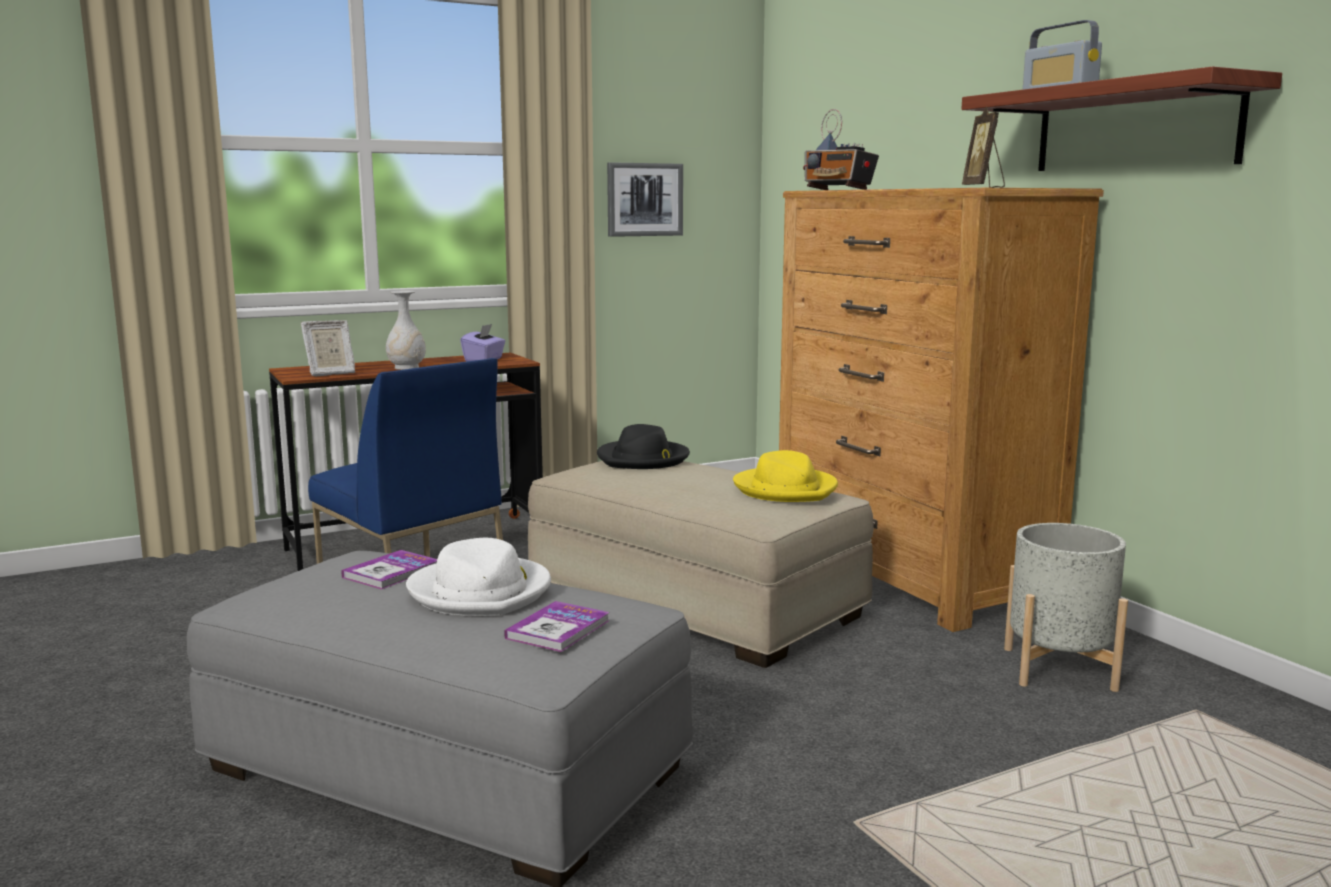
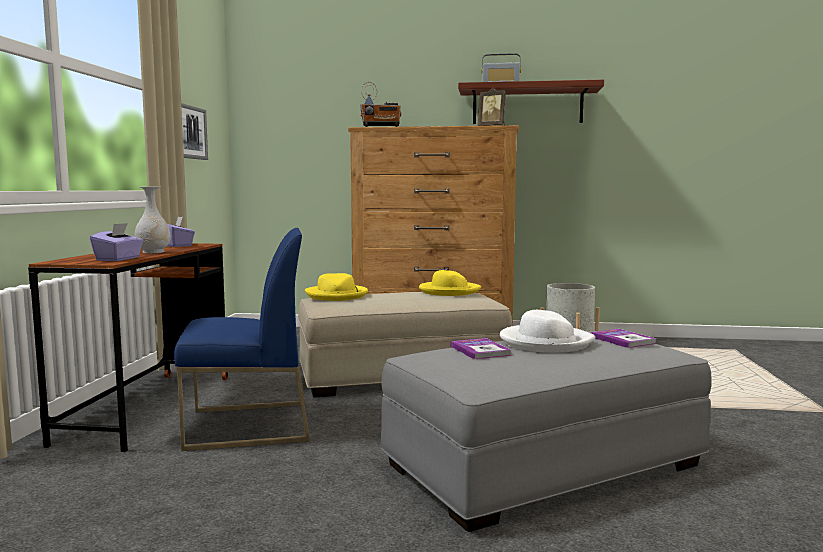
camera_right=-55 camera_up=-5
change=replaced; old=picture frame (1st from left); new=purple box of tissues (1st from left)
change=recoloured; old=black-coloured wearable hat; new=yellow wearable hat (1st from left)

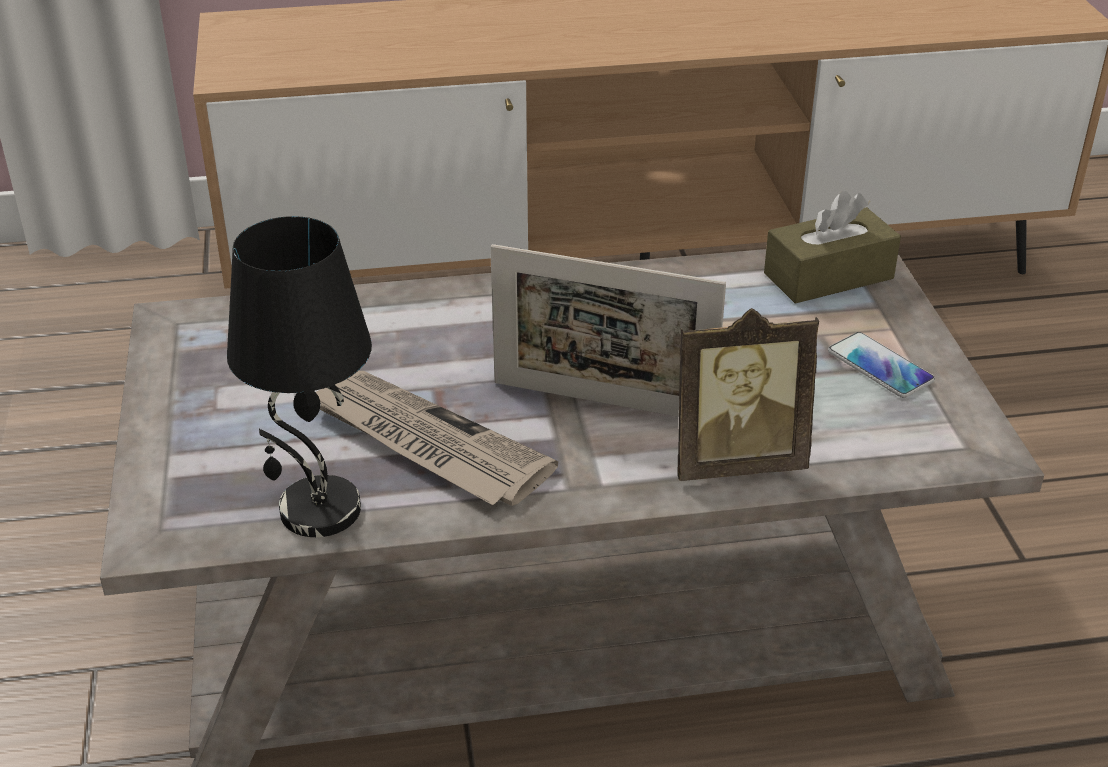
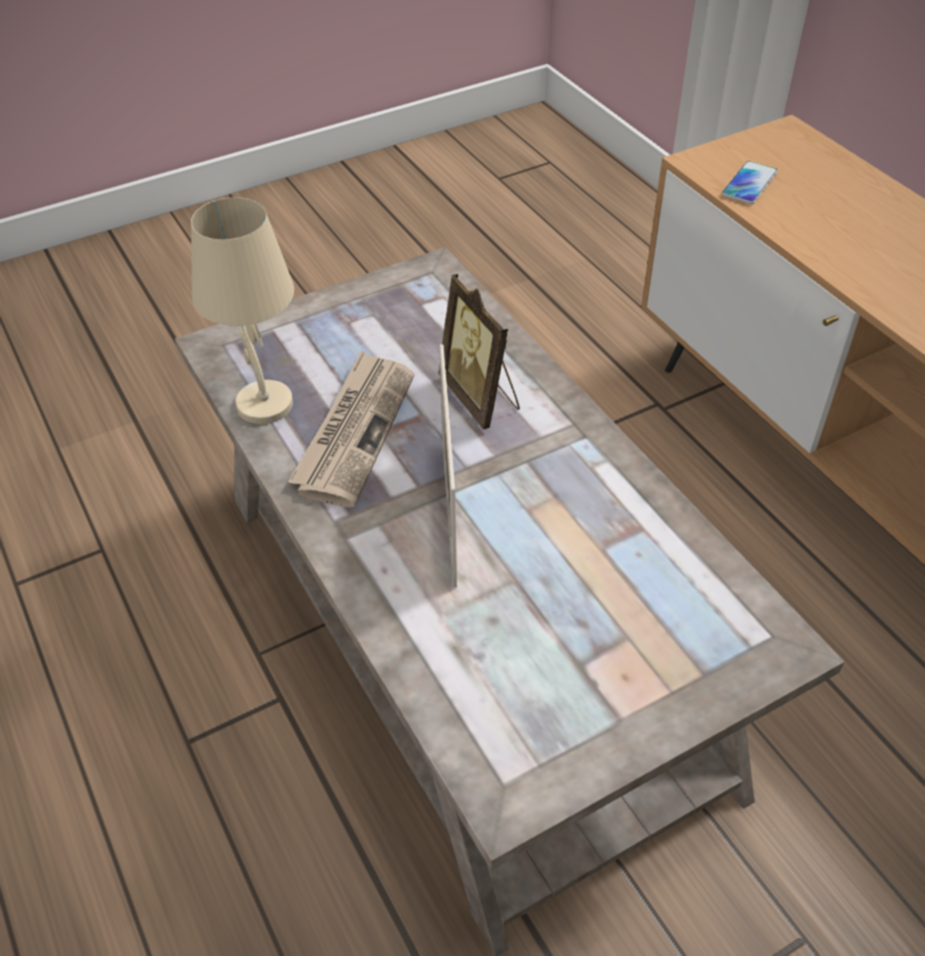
camera_right=70 camera_up=10
change=recoloured; old=black-coloured tabletop lamp; new=beige-coloured tabletop lamp
change=moved; old=picture frame (2nd from left)
change=removed; old=brown box of tissues
change=moved; old=handset

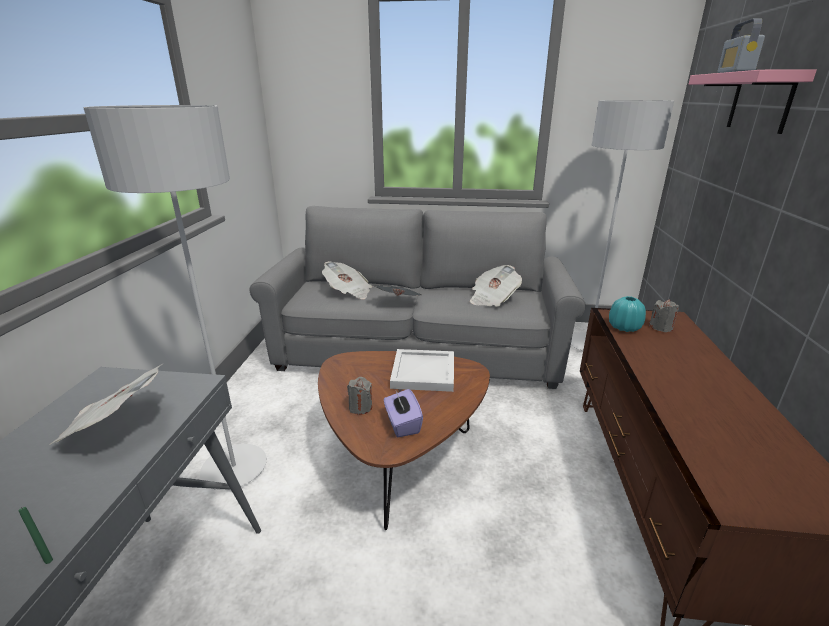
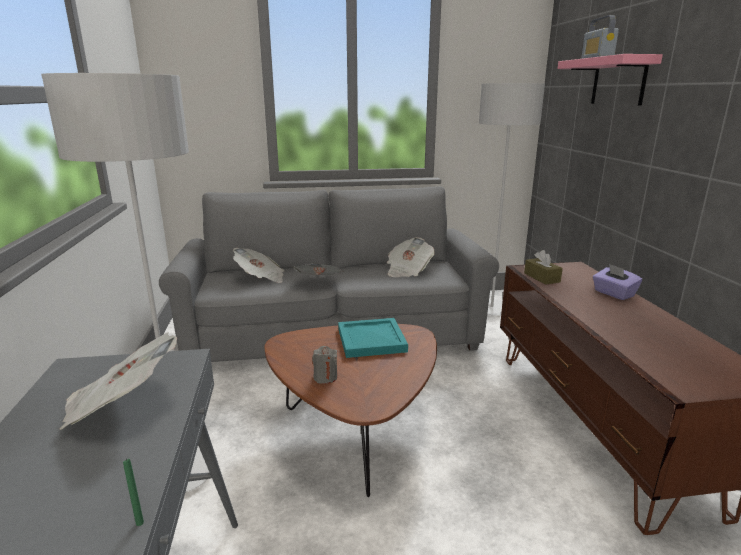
camera_right=-15 camera_up=-5
change=moved; old=purple box of tissues
change=recoloured; old=white serving tray; new=blue-green serving tray
change=replaced; old=blue-green flower vase; new=brown box of tissues
change=removed; old=grey wax candle (2nd from left)

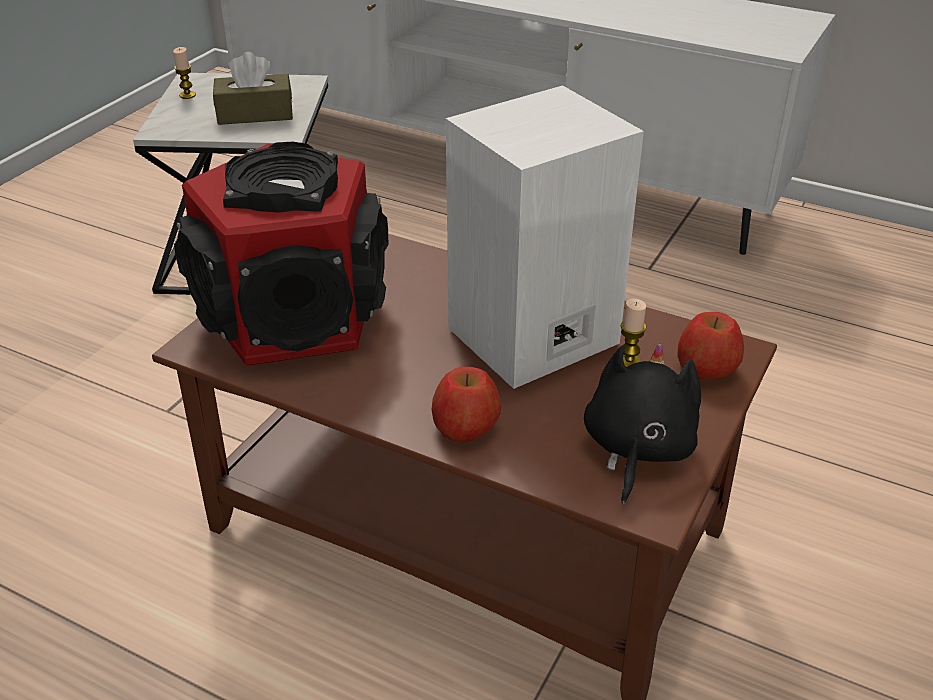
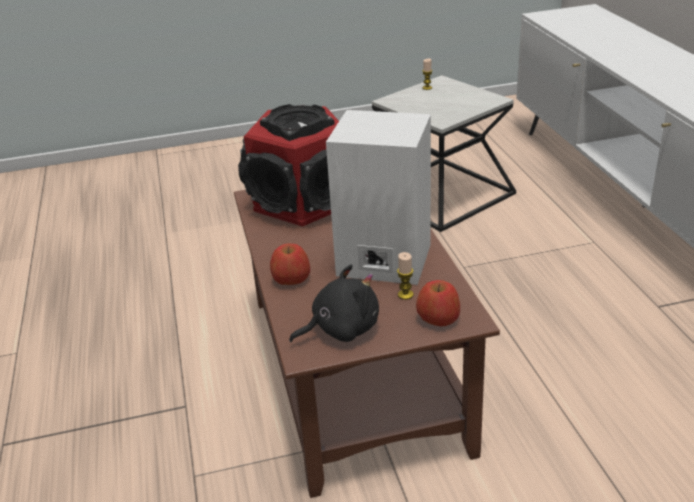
camera_right=50 camera_up=-5
change=removed; old=brown box of tissues

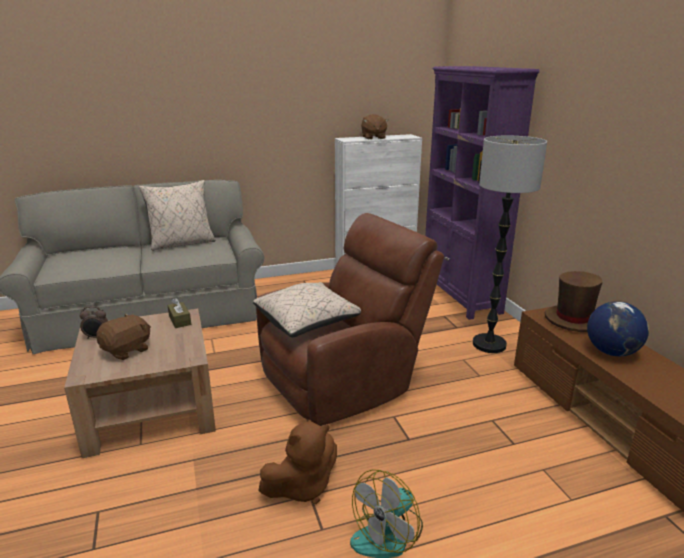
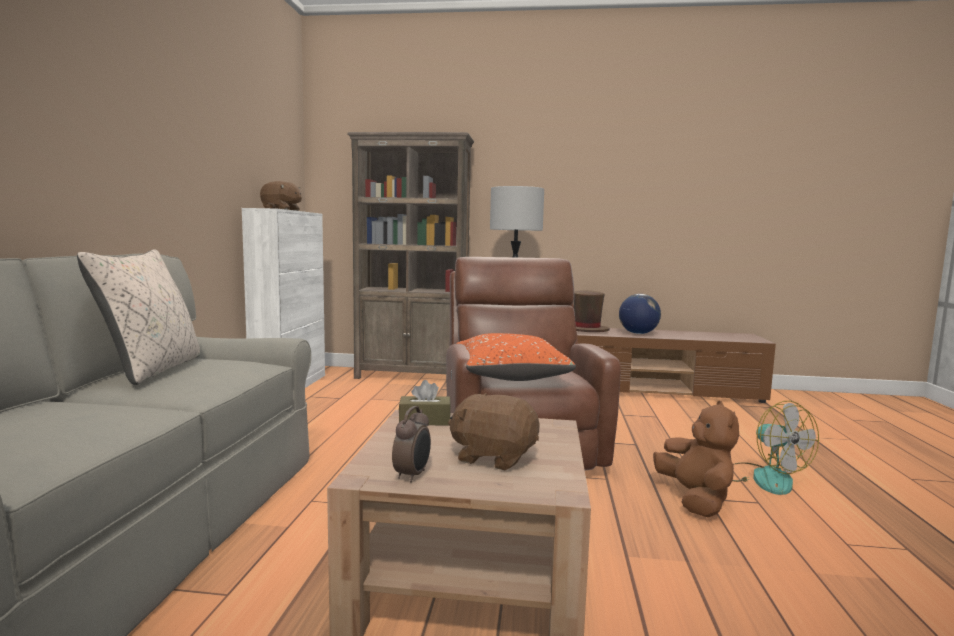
camera_right=-65 camera_up=-15
change=turned; old=brown plush toy (1st from left in the first image); degrees=-45
change=recoloured; old=beige-coloured pillow (2nd from left); new=orange-coloured pillow
change=recoloured; old=purple shelving unit; new=brown shelving unit

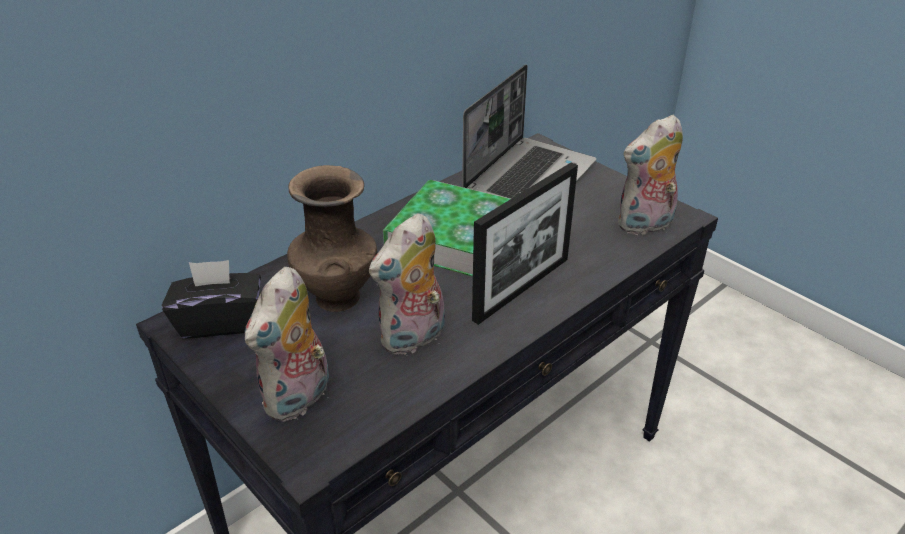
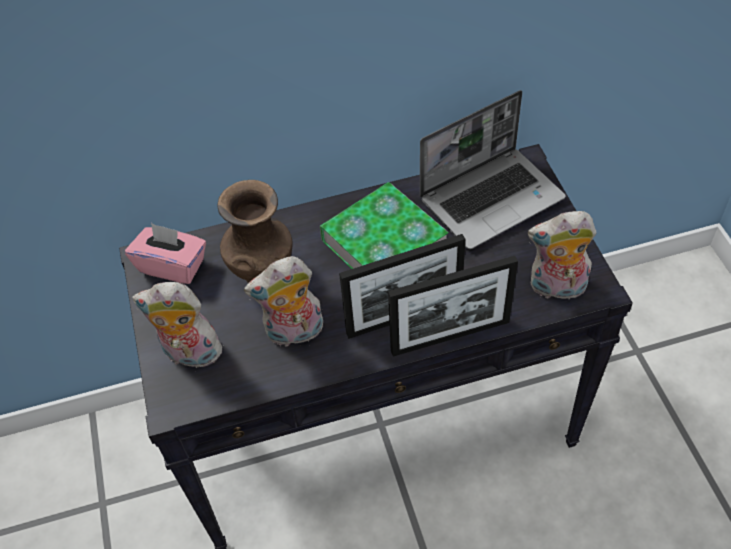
camera_right=30 camera_up=15
change=recoloured; old=black-coloured box of tissues; new=pinkish box of tissues
change=turned; old=plush toy (1st from left); degrees=45
change=added; new=picture frame (2nd from left)

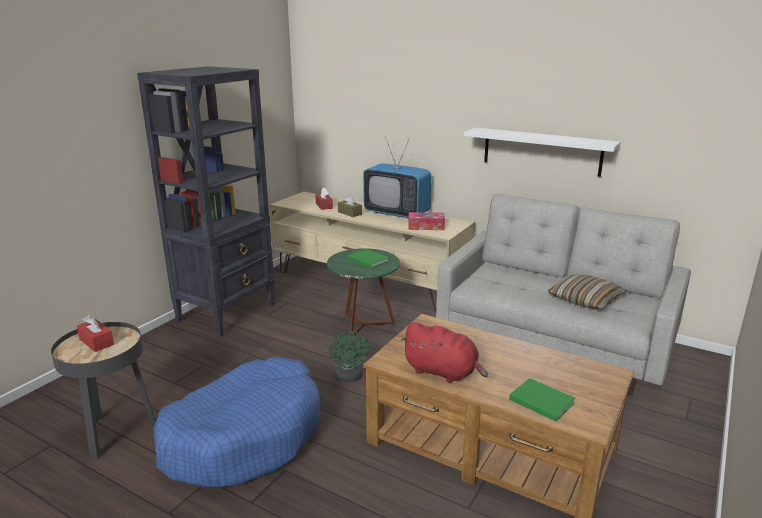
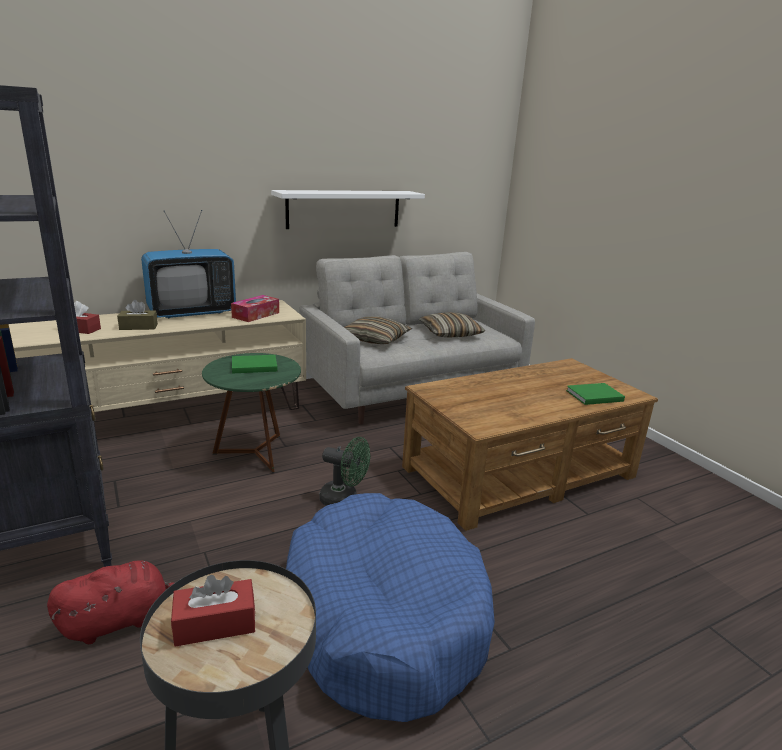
camera_right=-60 camera_up=0
change=moved; old=reddish plush toy
change=added; new=pillow (1st from left)

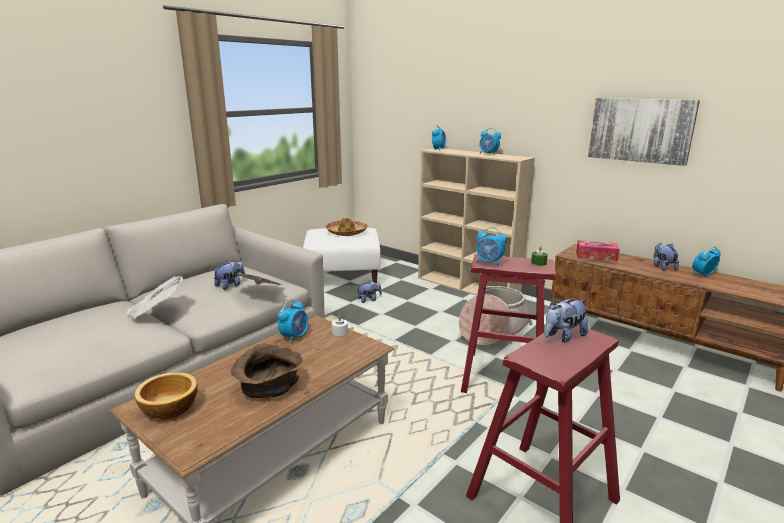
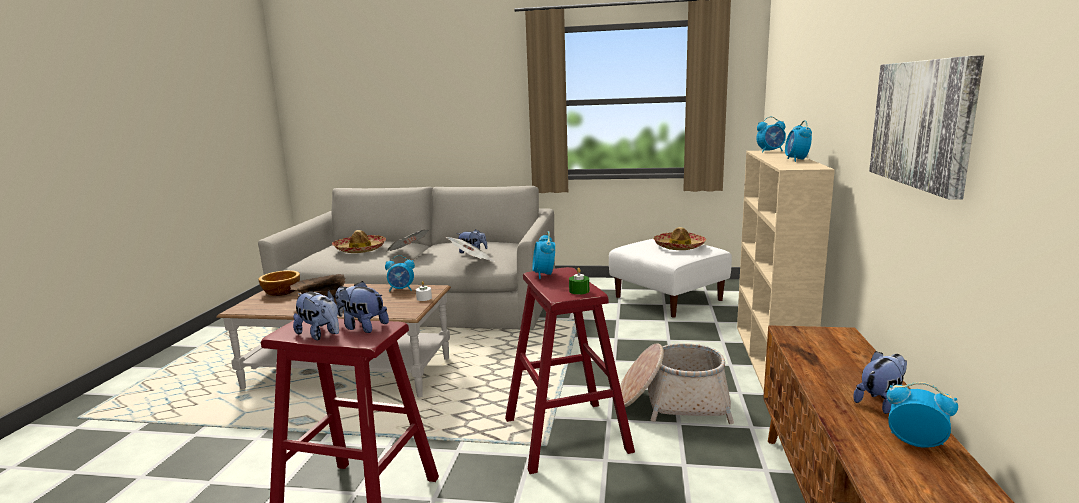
camera_right=60 camera_up=-5
change=moved; old=plush toy (2nd from left in the first image); new=plush toy (1st from left)
change=removed; old=box of tissues
change=added; new=wearable hat (1st from left)

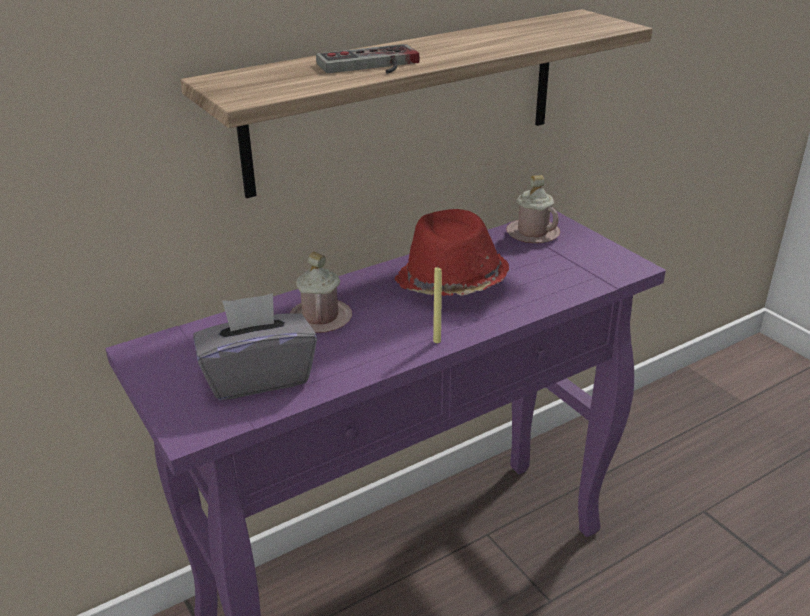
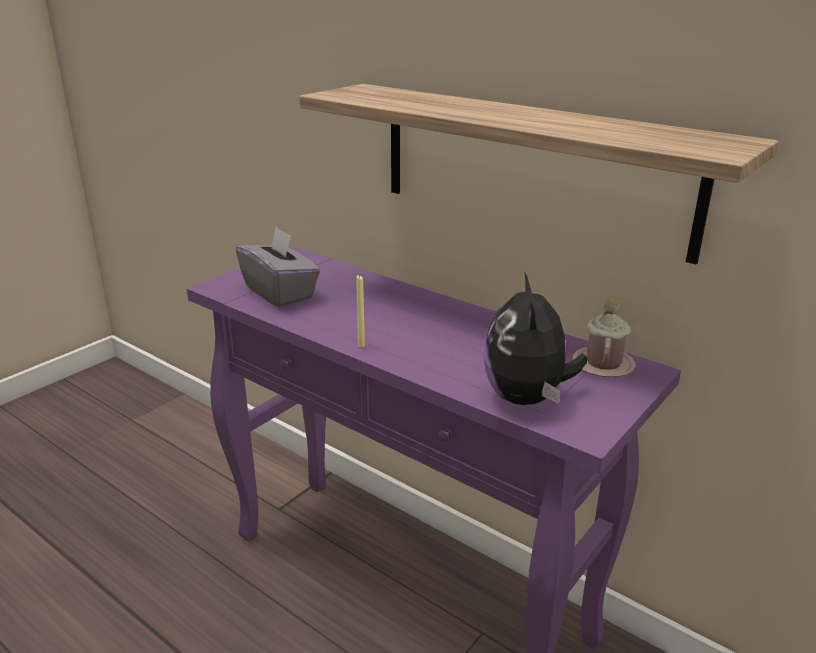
camera_right=70 camera_up=-5
change=removed; old=pinkish tea mug (1st from left)
change=removed; old=game controller
change=removed; old=reddish wearable hat
change=added; new=plush toy

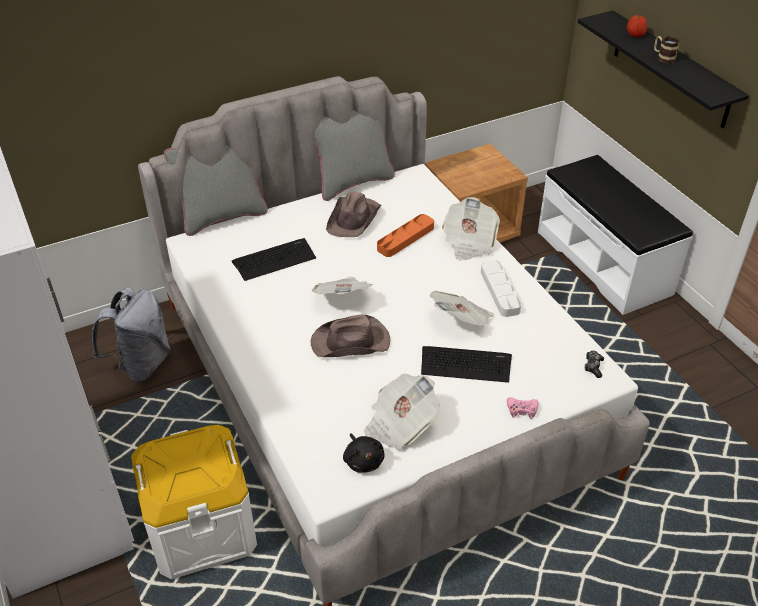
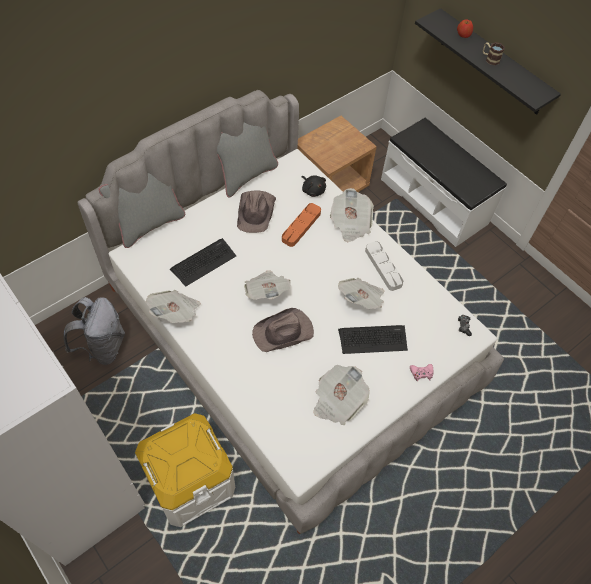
camera_right=-15 camera_up=15
change=moved; old=black-coloured plush toy
change=added; new=newspaper (1st from left)

